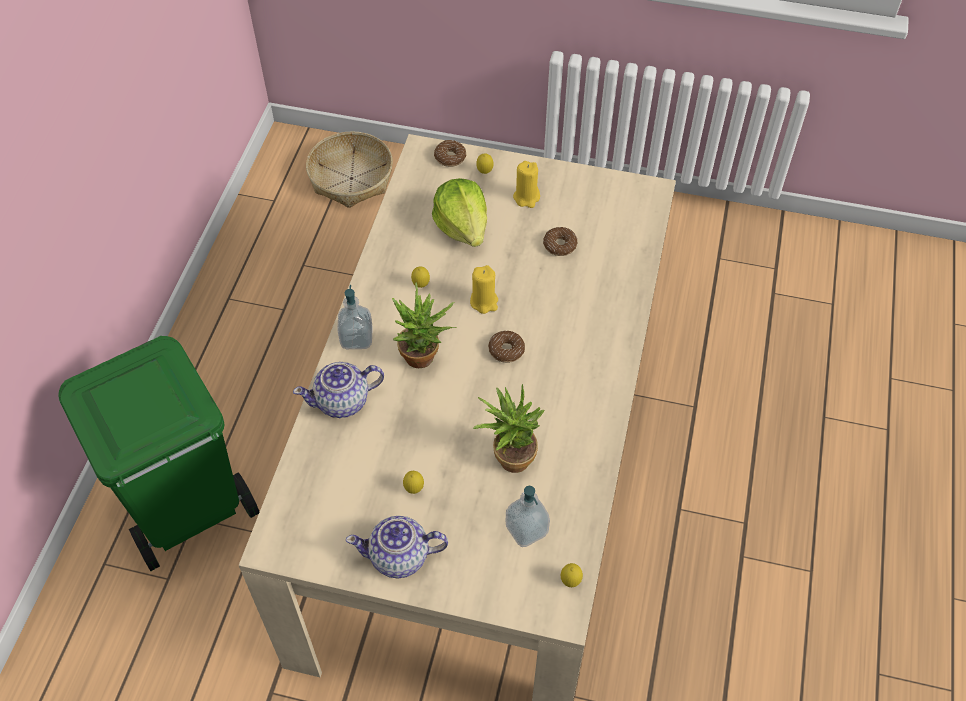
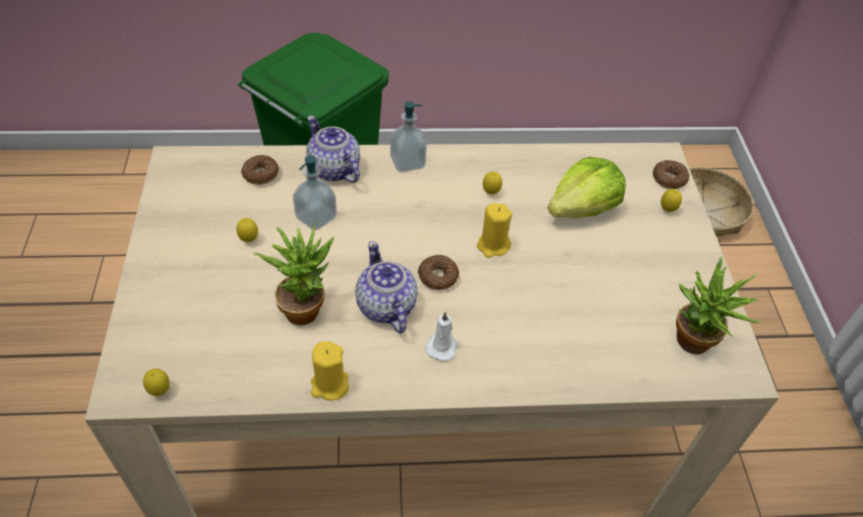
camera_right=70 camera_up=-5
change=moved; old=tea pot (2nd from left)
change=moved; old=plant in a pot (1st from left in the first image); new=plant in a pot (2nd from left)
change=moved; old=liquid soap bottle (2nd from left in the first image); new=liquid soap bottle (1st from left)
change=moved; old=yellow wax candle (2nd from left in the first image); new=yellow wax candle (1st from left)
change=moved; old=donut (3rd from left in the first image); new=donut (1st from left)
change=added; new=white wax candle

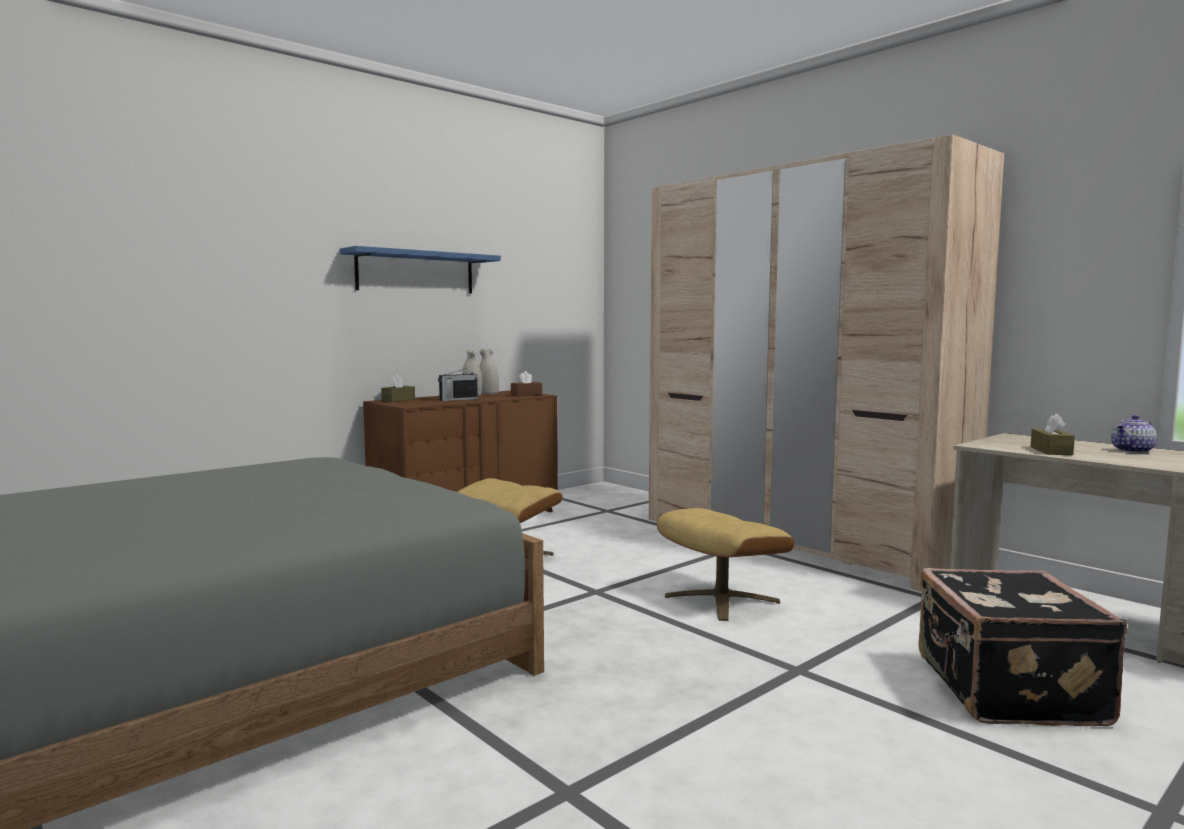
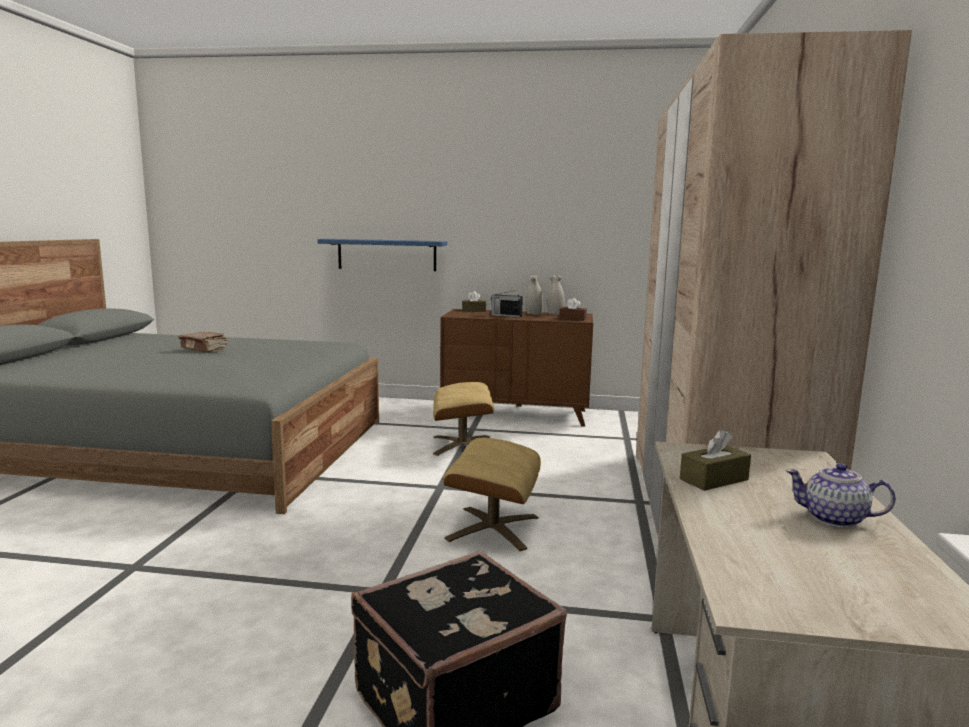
camera_right=50 camera_up=5
change=moved; old=blue wall shelf
change=added; new=brown bound book

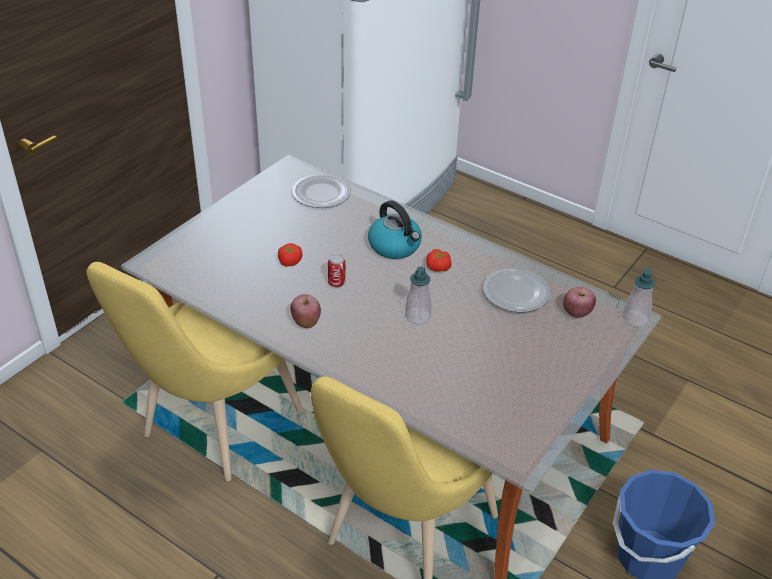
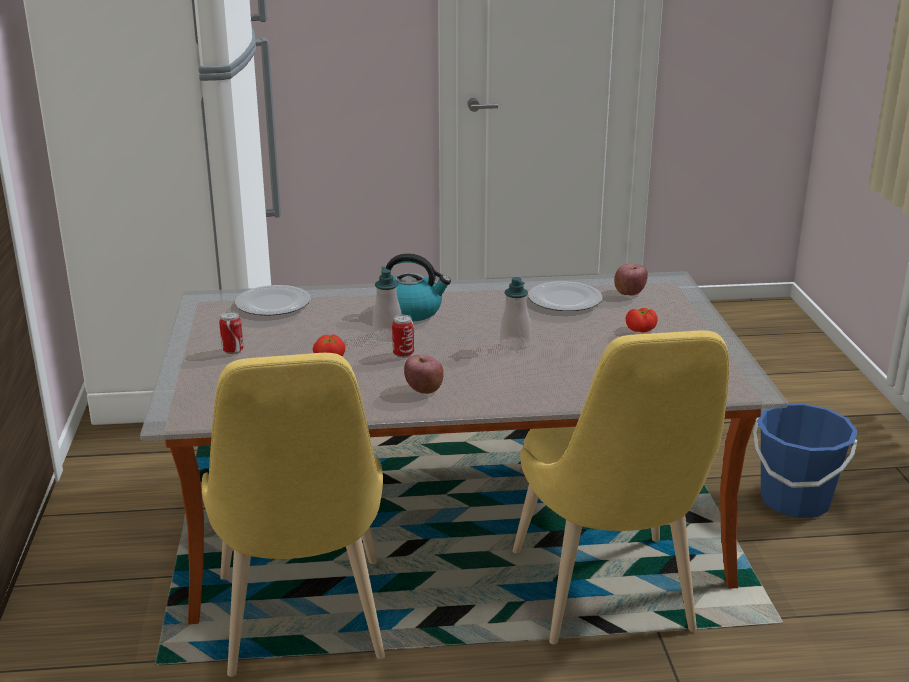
camera_right=-40 camera_up=-15
change=moved; old=fresh tomato (2nd from left)
change=moved; old=liquid soap bottle (2nd from left in the first image); new=liquid soap bottle (1st from left)
change=added; new=metal can (1st from left)

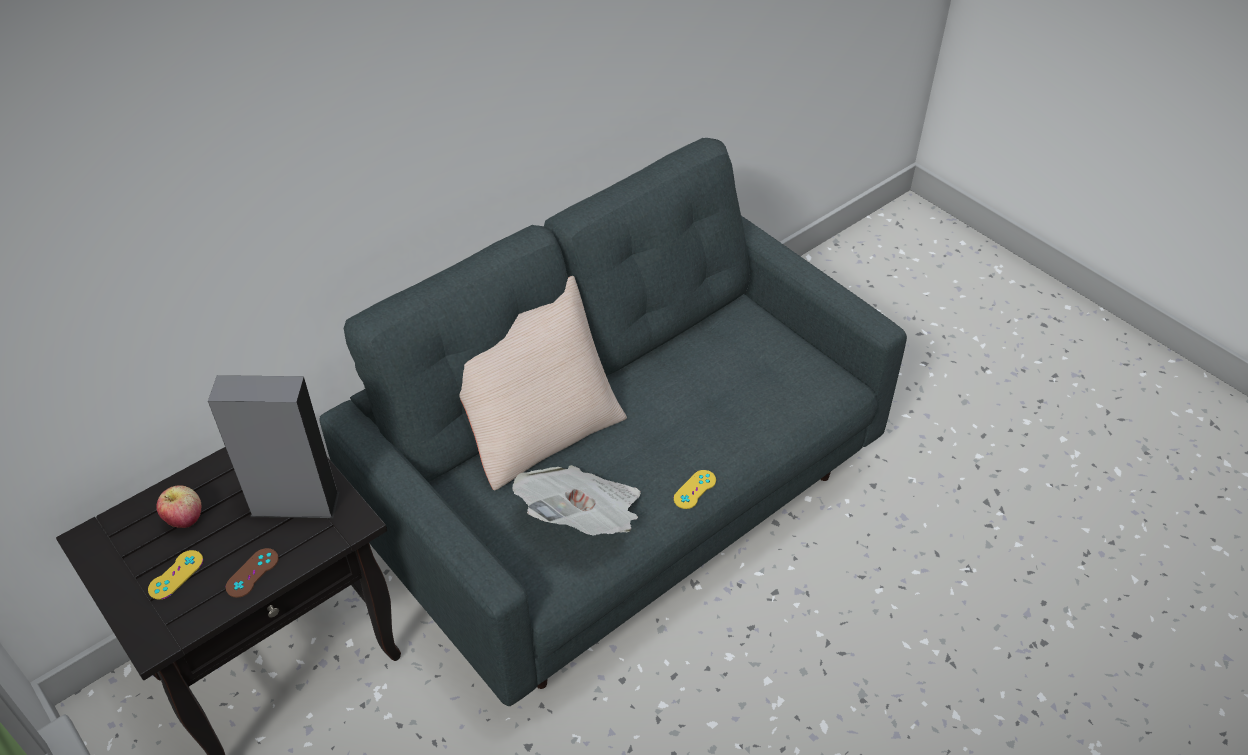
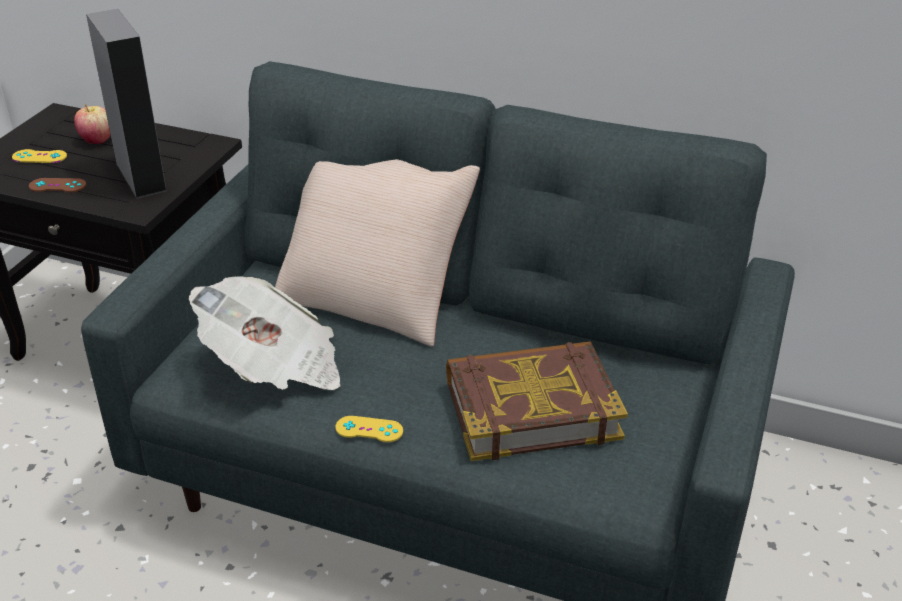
camera_right=60 camera_up=-10
change=added; new=bound book

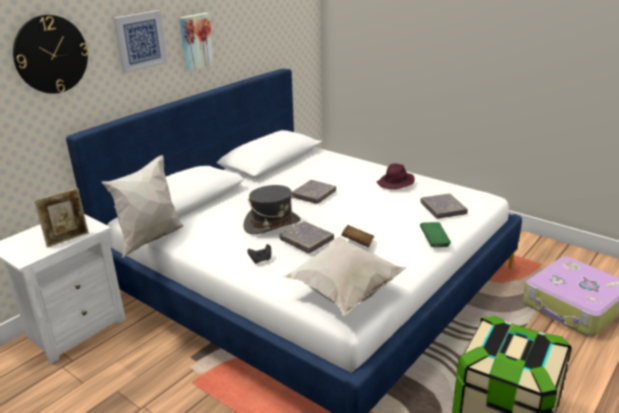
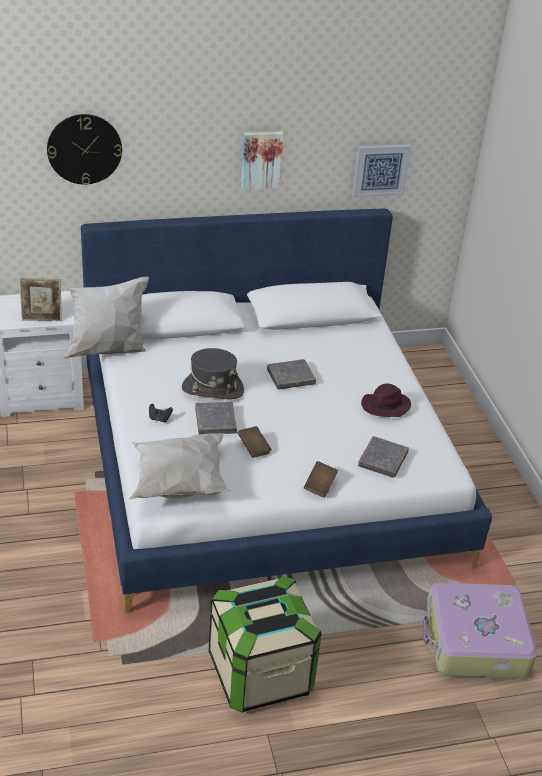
camera_right=35 camera_up=10
change=moved; old=picture (1st from left in the first image); new=picture (2nd from left)
change=recoloured; old=green bound book; new=brown bound book (2nd from left)

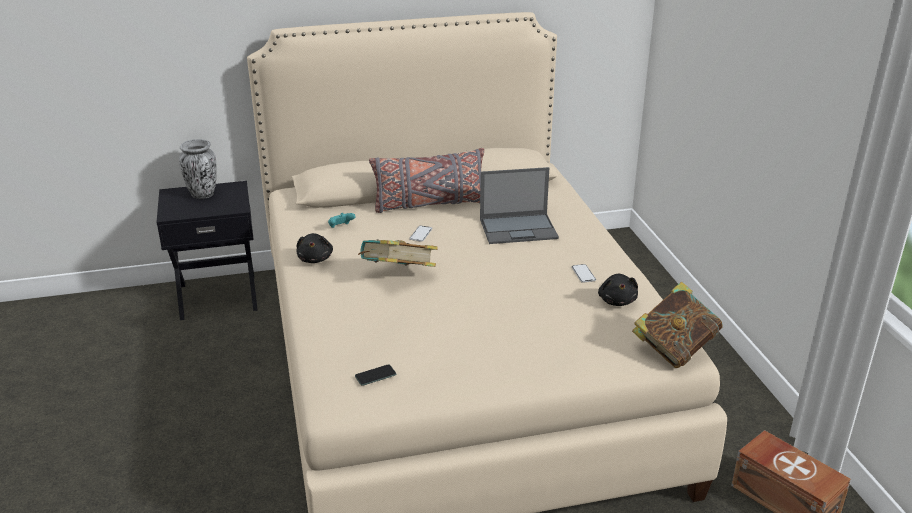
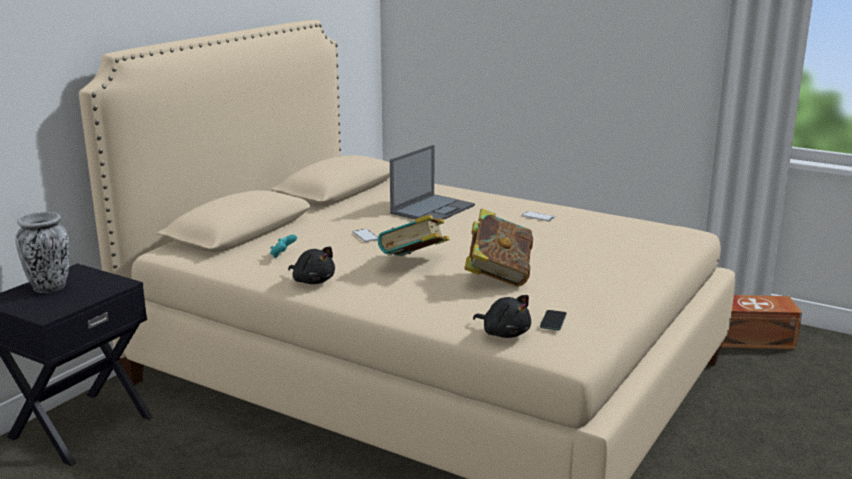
camera_right=-45 camera_up=-10
change=removed; old=grey pillow
change=moved; old=black-coloured plush toy (2nd from left)
change=moved; old=bound book (2nd from left)

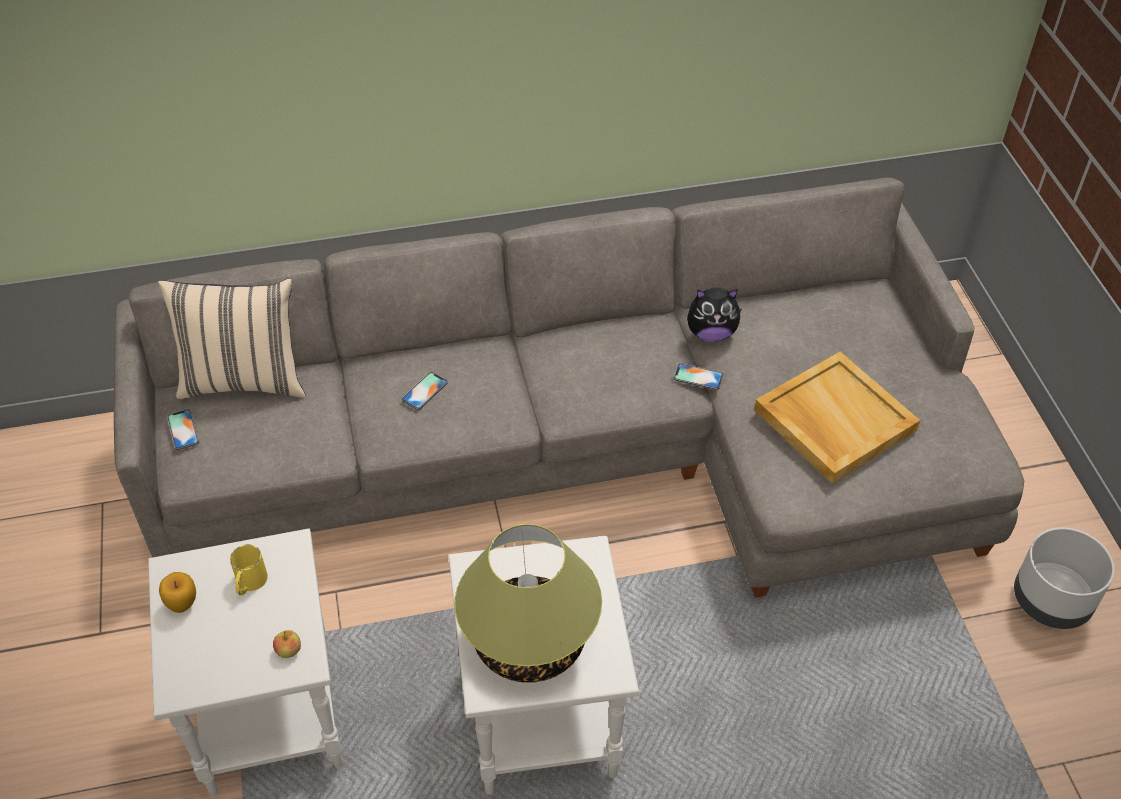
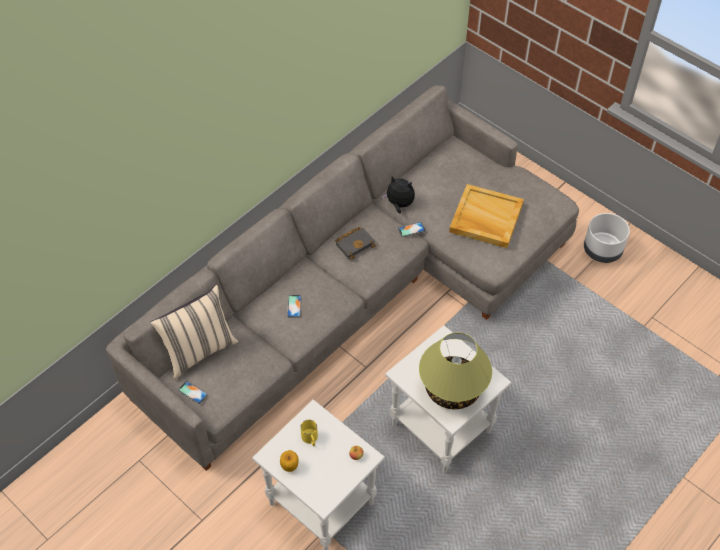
camera_right=-35 camera_up=5
change=turned; old=plush toy; degrees=-120
change=added; new=black-coloured bound book

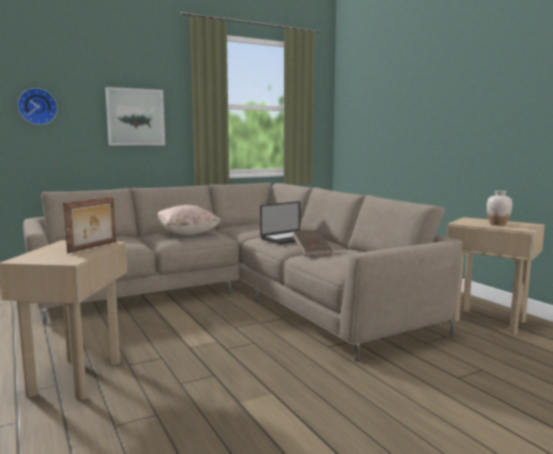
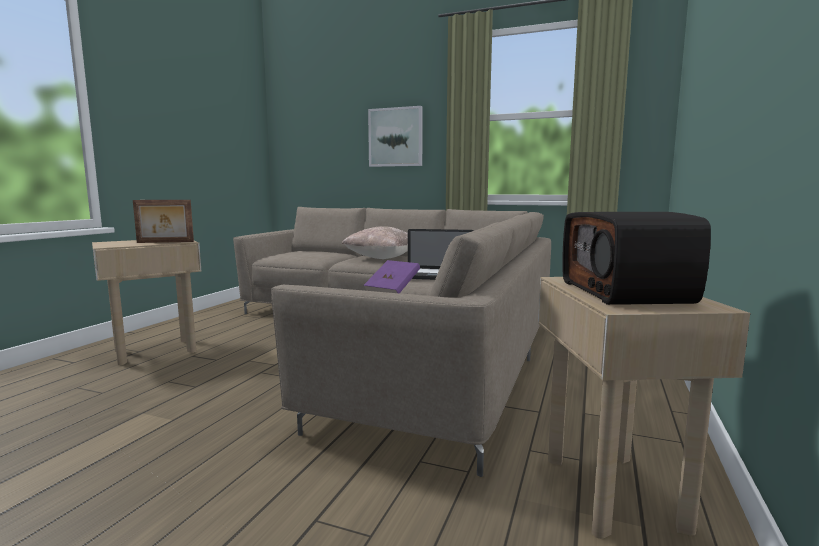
camera_right=50 camera_up=0
change=removed; old=clock on the wall
change=recoloured; old=brown bound book; new=purple bound book
change=replaced; old=white flower vase; new=radio set

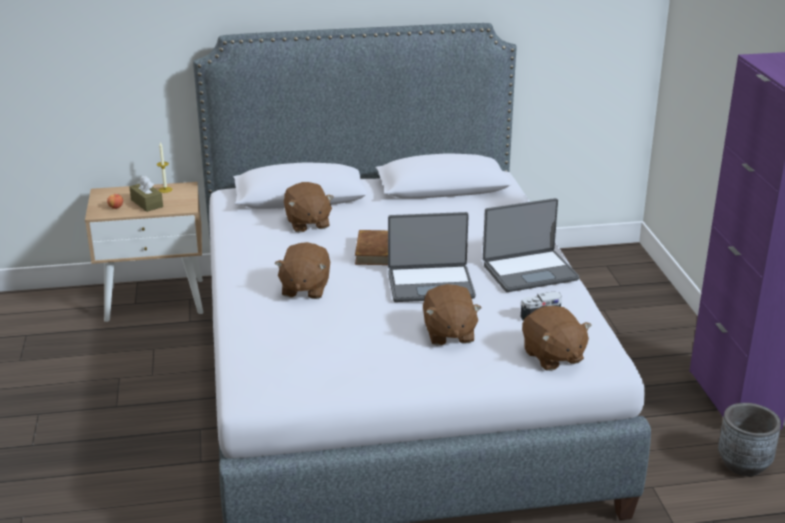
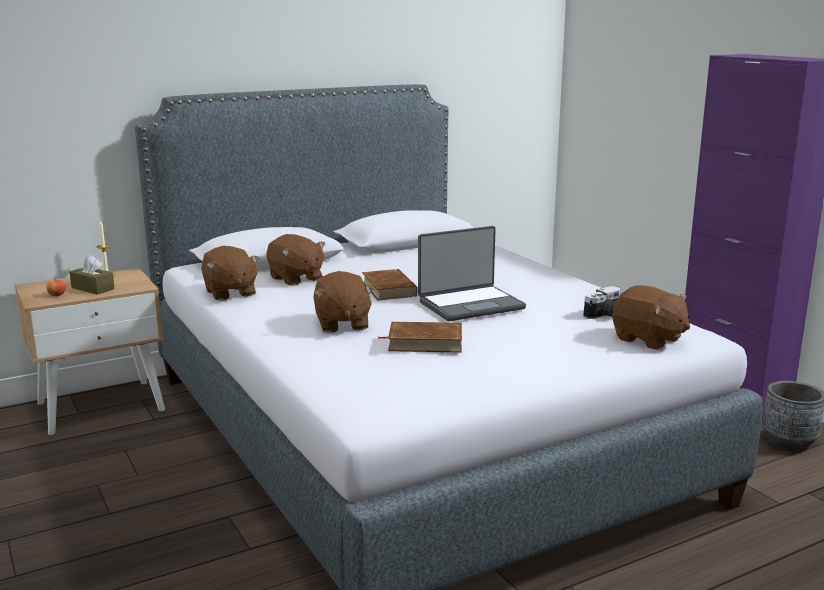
camera_right=-20 camera_up=-10
change=moved; old=brown plush toy (3rd from left in the first image); new=brown plush toy (1st from left)
change=removed; old=notebook computer (2nd from left)
change=added; new=brown bound book (2nd from left)

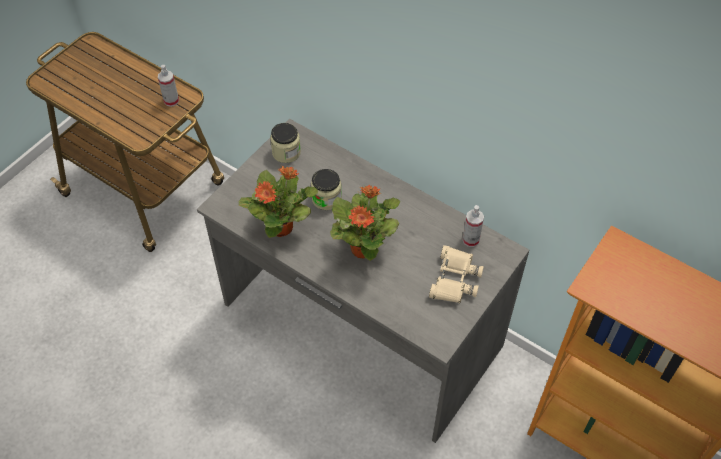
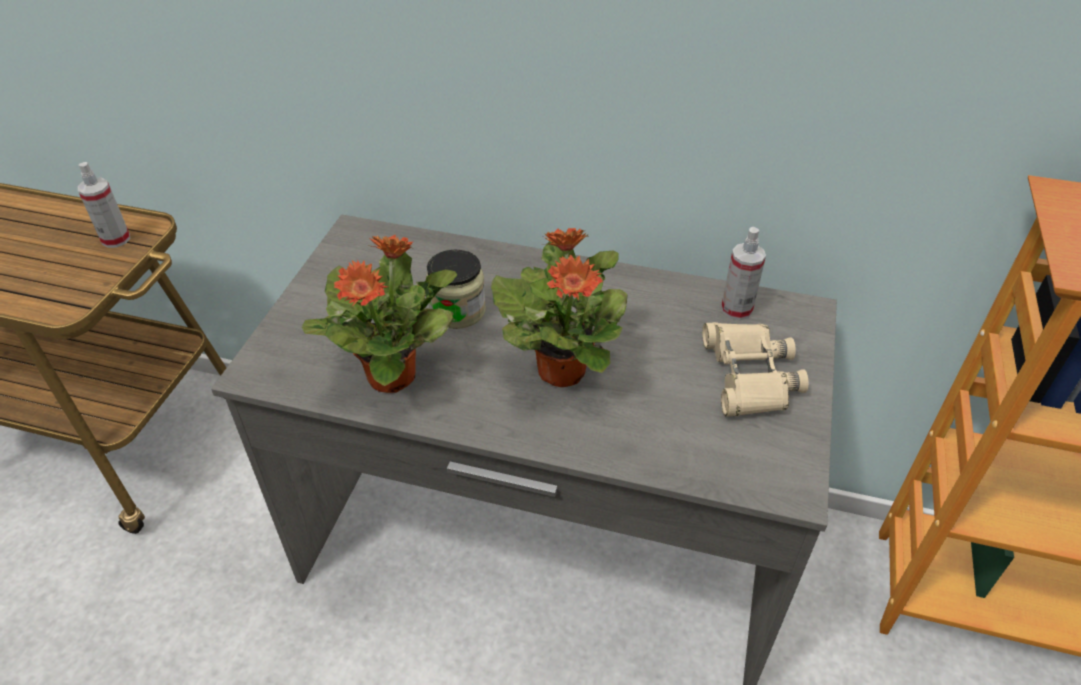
camera_right=-20 camera_up=-10
change=removed; old=preserve jar (1st from left)

